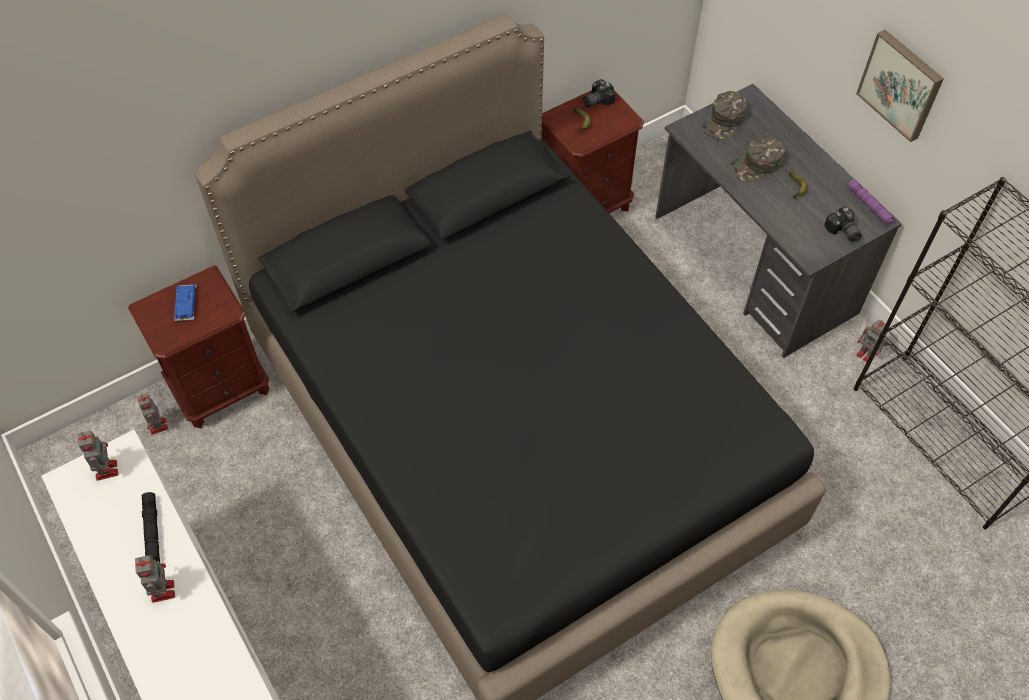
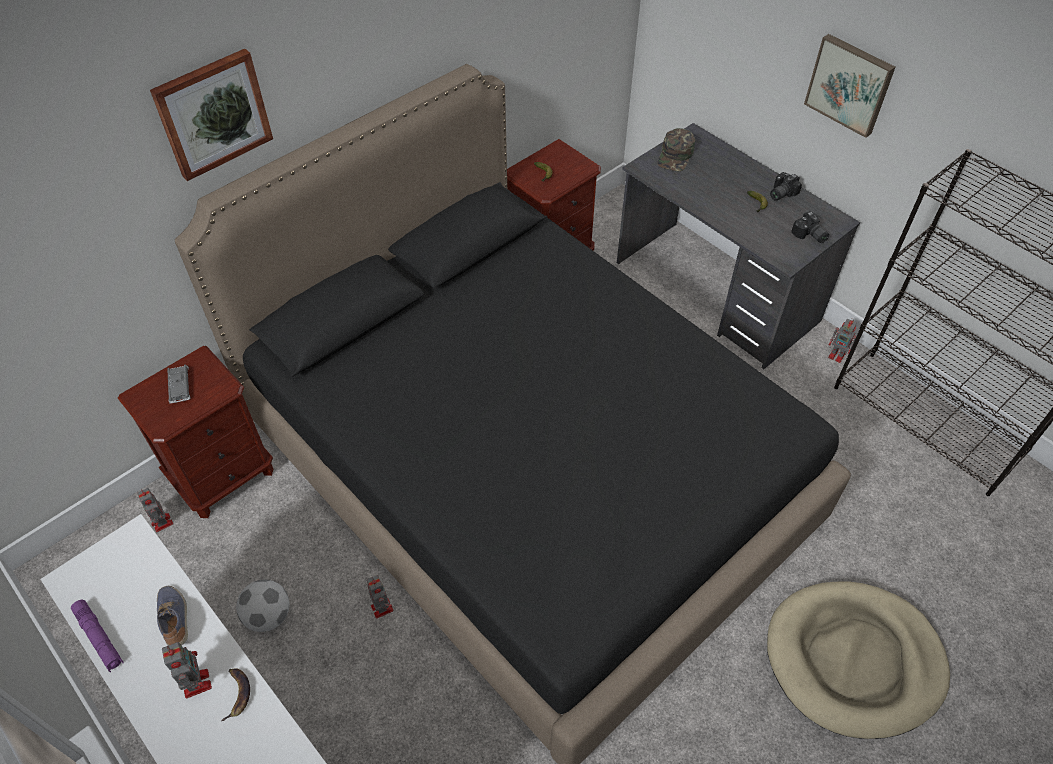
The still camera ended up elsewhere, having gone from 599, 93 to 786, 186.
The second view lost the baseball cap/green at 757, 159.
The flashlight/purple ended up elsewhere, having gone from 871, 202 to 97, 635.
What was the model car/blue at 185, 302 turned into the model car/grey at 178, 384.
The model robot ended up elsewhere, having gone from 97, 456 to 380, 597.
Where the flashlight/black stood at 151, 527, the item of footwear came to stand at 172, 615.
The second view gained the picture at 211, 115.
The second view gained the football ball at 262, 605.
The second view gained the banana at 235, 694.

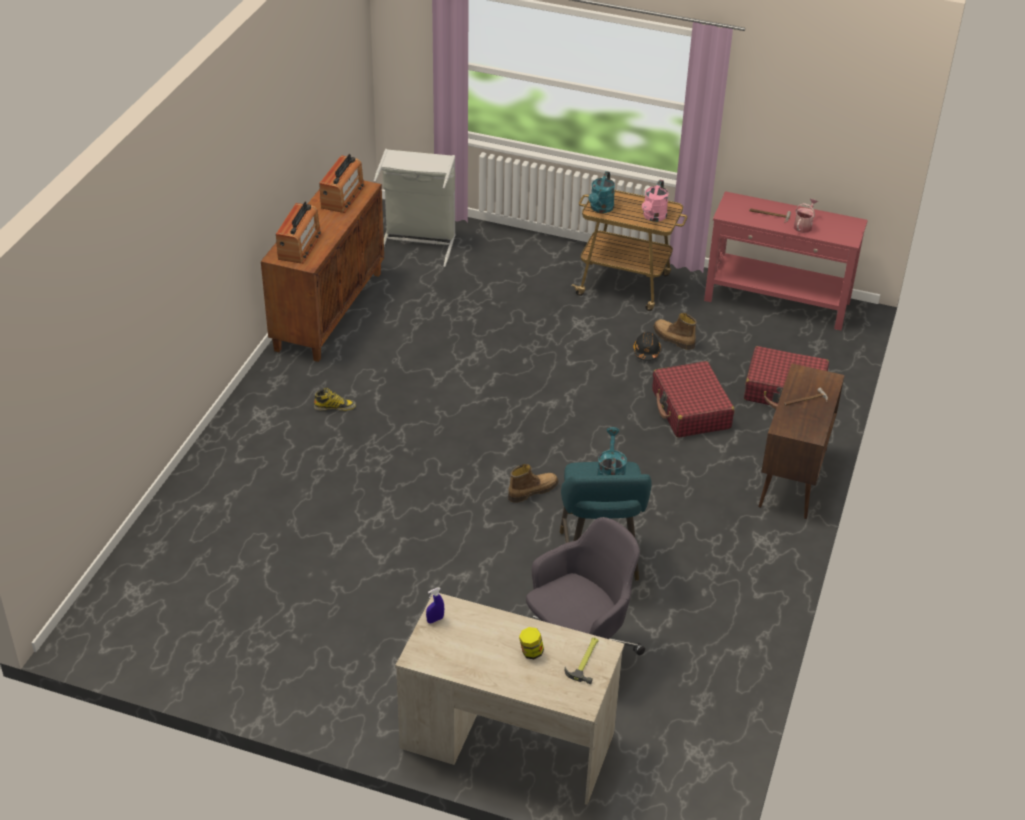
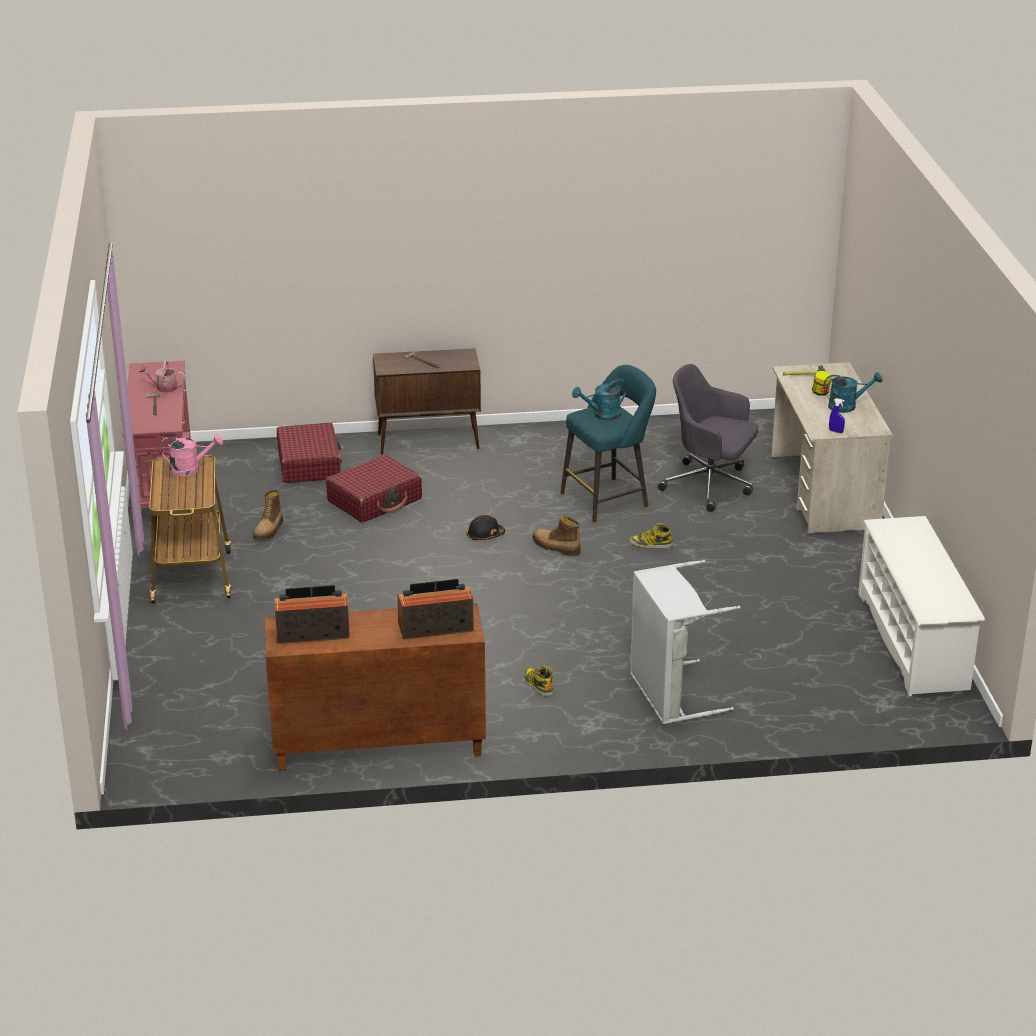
The laundry basket/grey ended up elsewhere, having gone from 414, 208 to 685, 642.
The watering pot/turquoise-coloured ended up elsewhere, having gone from 602, 192 to 853, 392.
The hard hat/black ended up elsewhere, having gone from 647, 346 to 486, 527.
The second view gained the shoe rack/white-coloured at 921, 606.
The second view gained the tall boot at 650, 535.

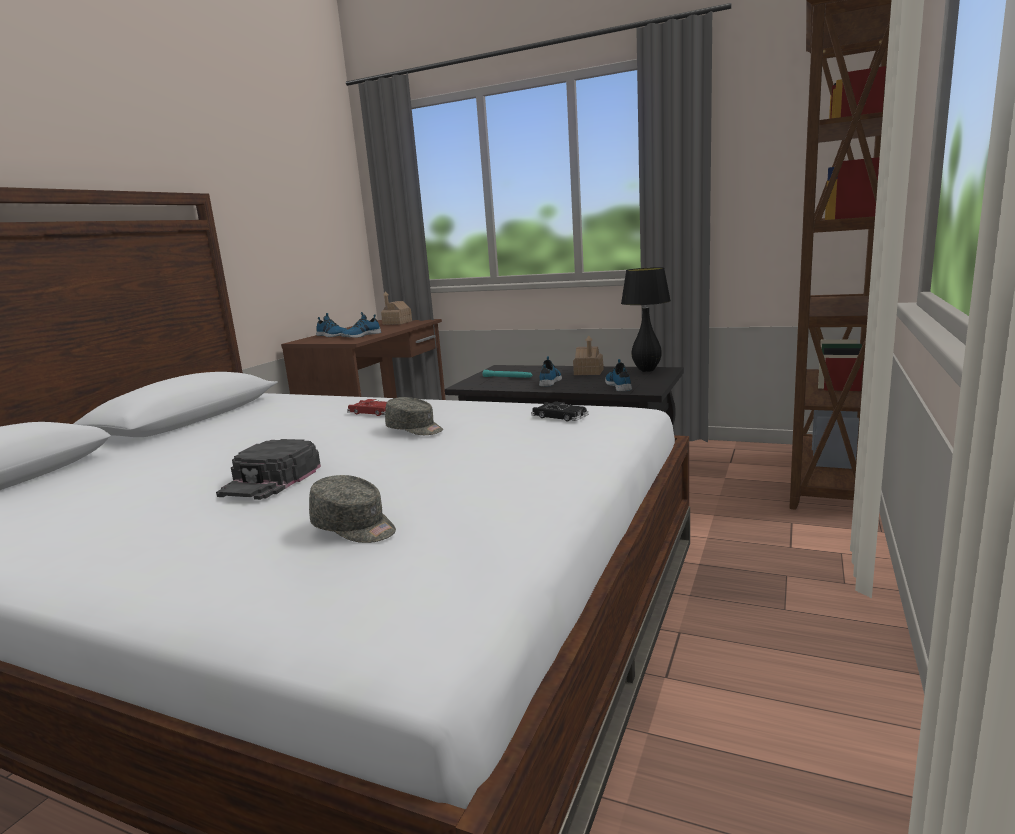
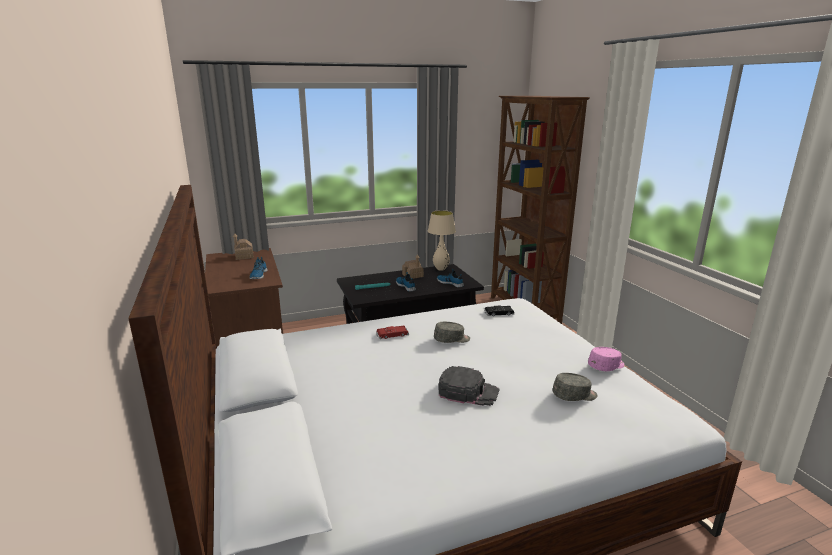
What was the lamp for a table/black at 646, 319 turned into the lamp for a table/beige at 442, 240.
The second view lost the item of footwear at 332, 325.
The baseball cap/black at 268, 469 ended up facing another way, 45 degrees counterclockwise from before.
The second view gained the baseball cap/pink at 606, 359.

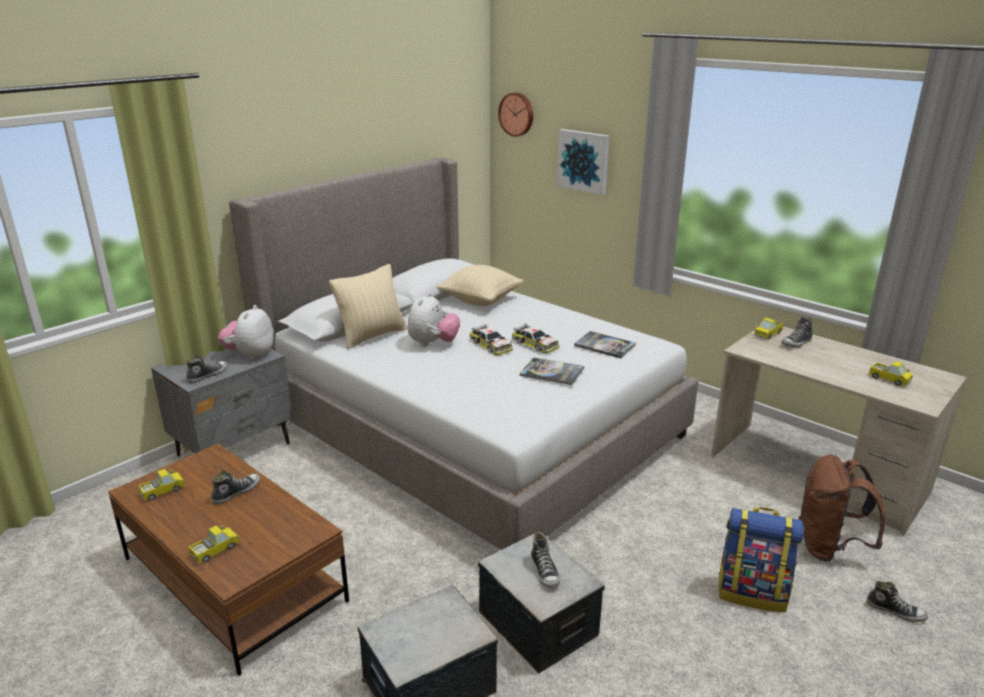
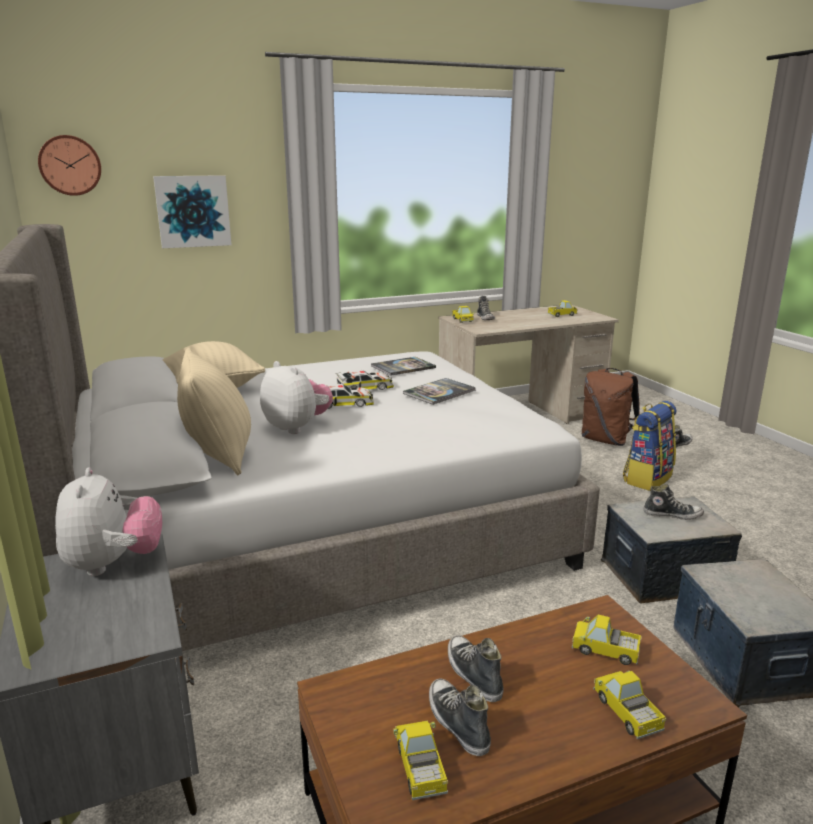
The soft toy at 246, 332 ended up facing another way, 135 degrees counterclockwise from before.
The item of footwear ended up elsewhere, having gone from 207, 368 to 460, 717.
The second view gained the toy truck at 607, 640.

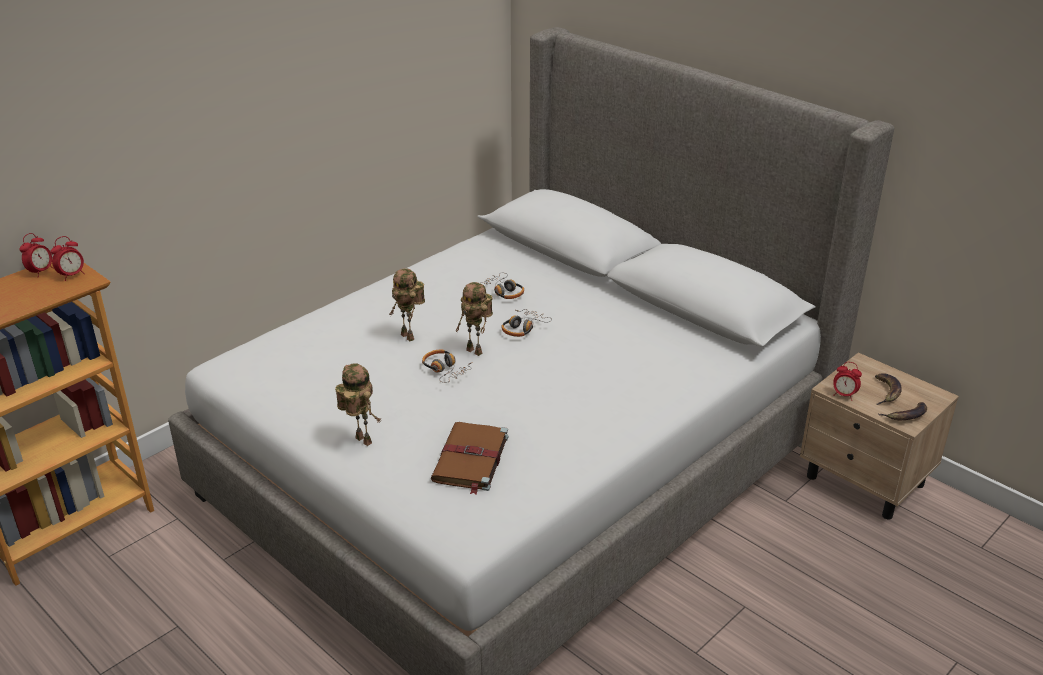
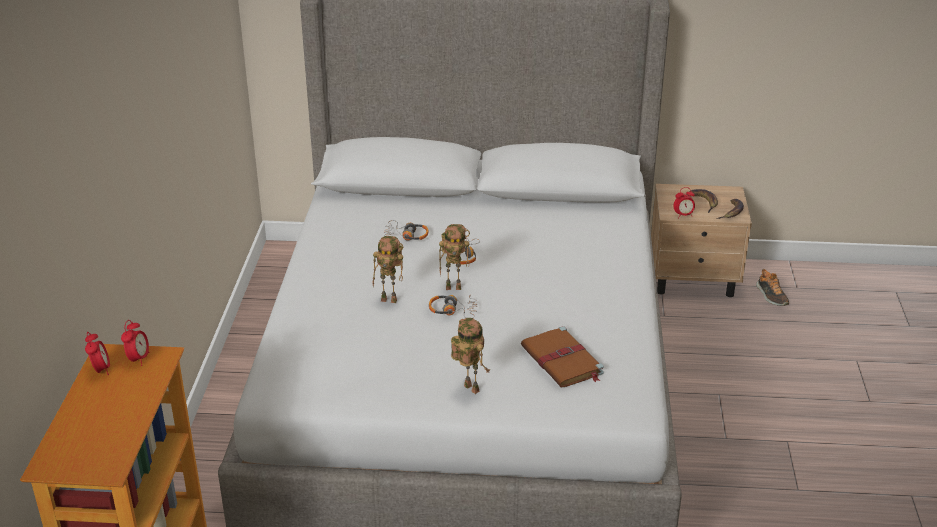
The model robot at 358, 404 ended up facing another way, 45 degrees clockwise from before.
The second view gained the item of footwear at 772, 287.

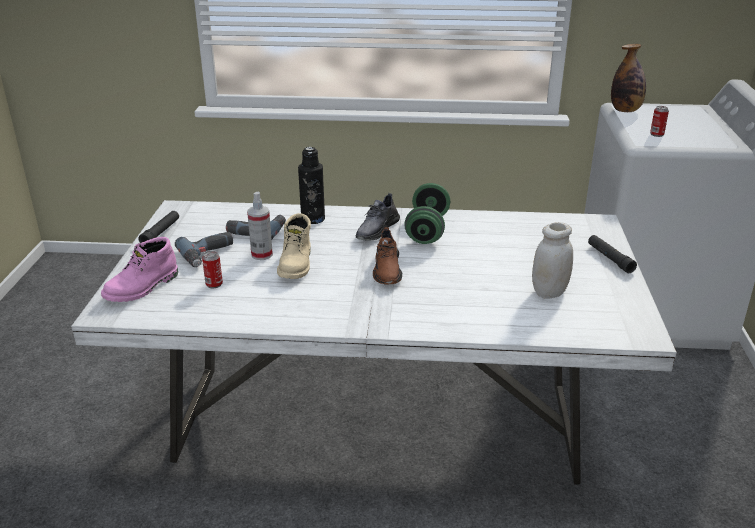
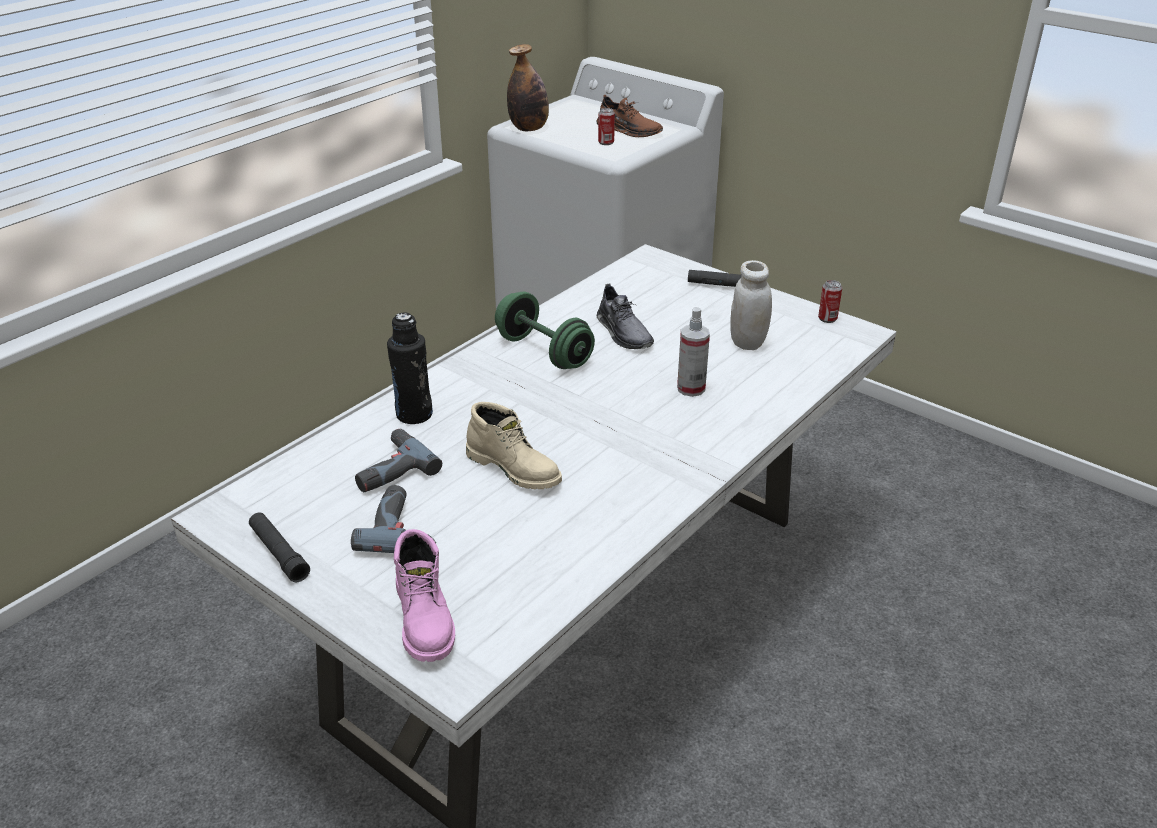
The spray bottle ended up elsewhere, having gone from 260, 226 to 693, 352.
The item of footwear/grey ended up elsewhere, having gone from 378, 216 to 625, 316.
The item of footwear/brown ended up elsewhere, having gone from 387, 256 to 630, 116.
The metal can ended up elsewhere, having gone from 212, 269 to 830, 301.

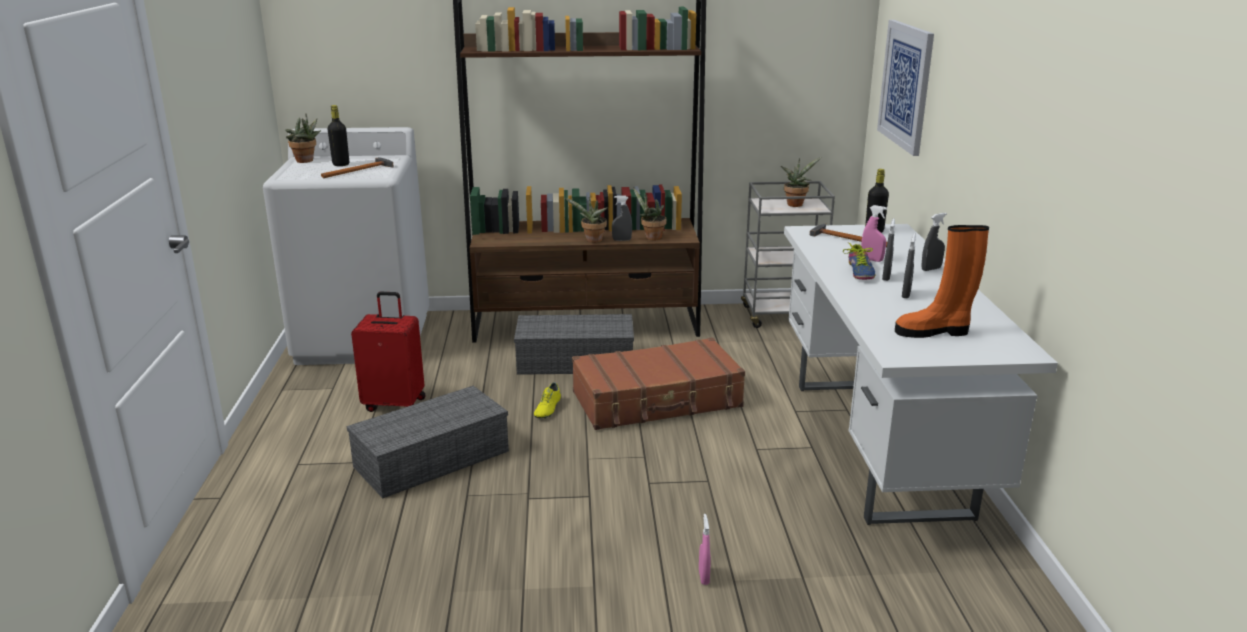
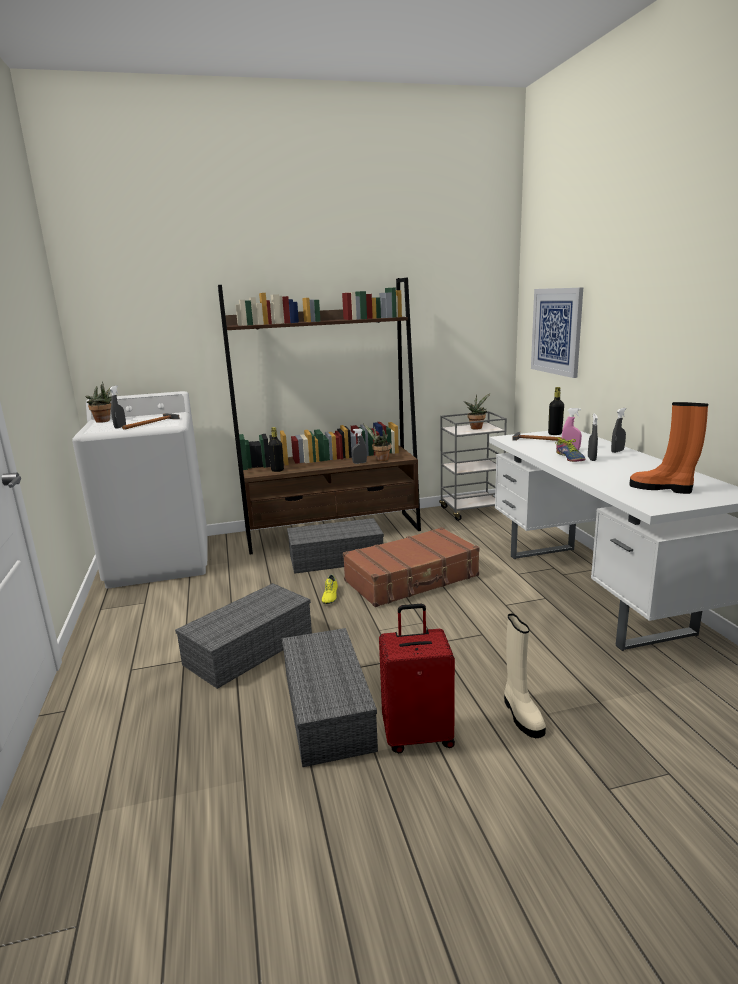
The beverage bottle/black ended up elsewhere, having gone from 338, 135 to 276, 449.
The second view lost the houseplant at 586, 220.
The tall boot/orange at 942, 281 ended up facing another way, 45 degrees clockwise from before.
The spray bottle/grey ended up elsewhere, having gone from 909, 265 to 117, 407.
The suitcase/reddish ended up elsewhere, having gone from 388, 352 to 417, 678.
Where the spray bottle/pink stood at 704, 549, the tall boot/beige came to stand at 525, 676.
The second view gained the storage container/grey at 330, 697.

